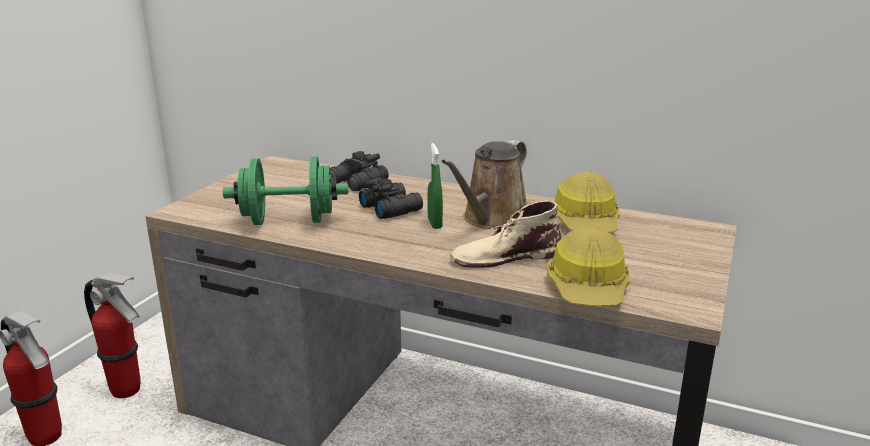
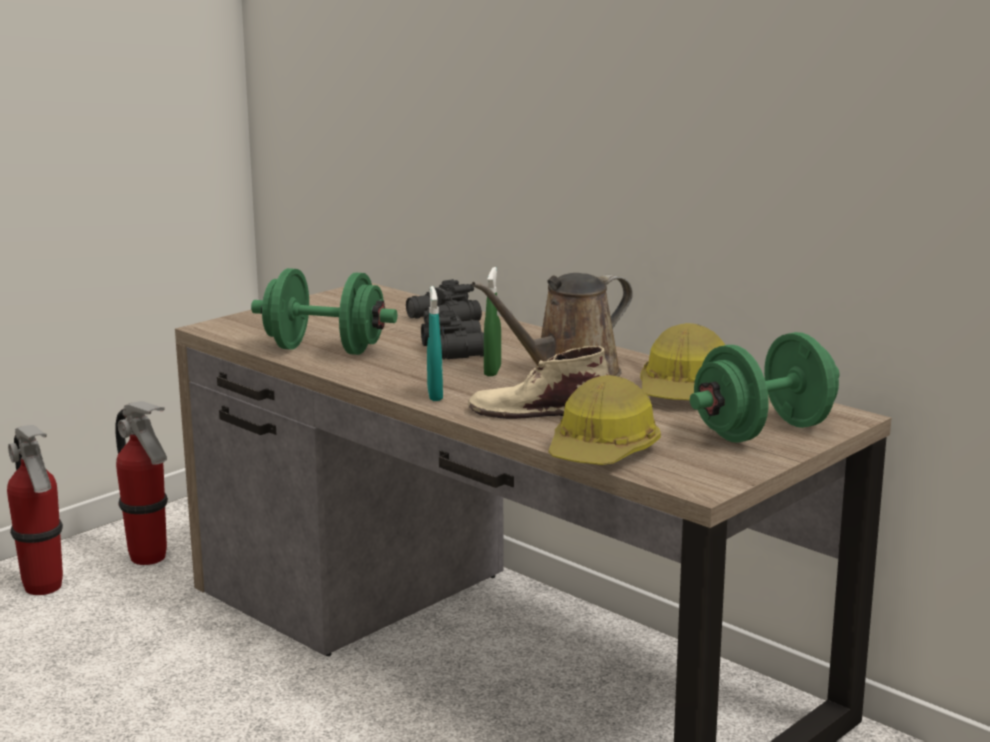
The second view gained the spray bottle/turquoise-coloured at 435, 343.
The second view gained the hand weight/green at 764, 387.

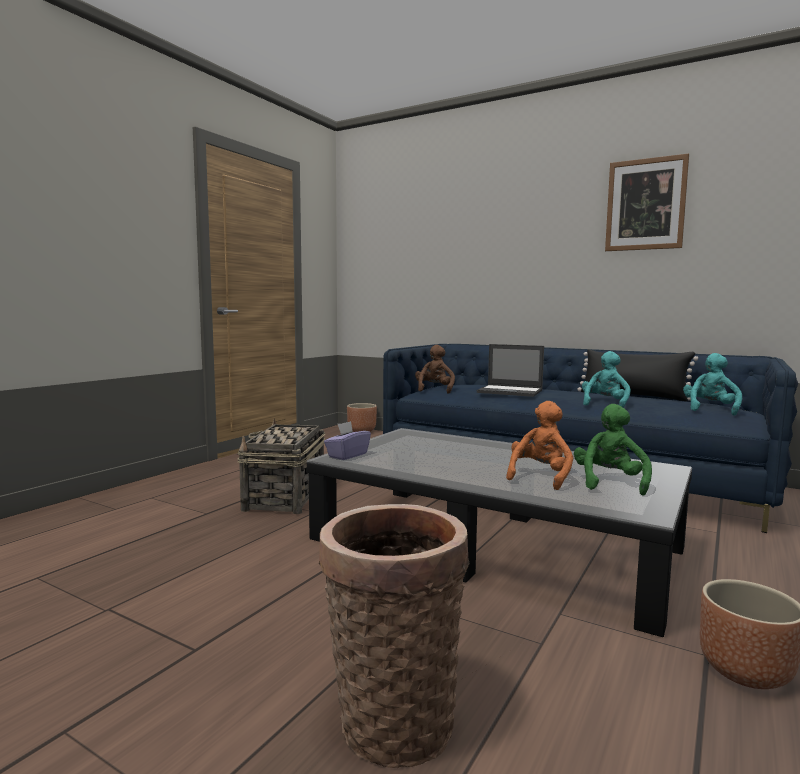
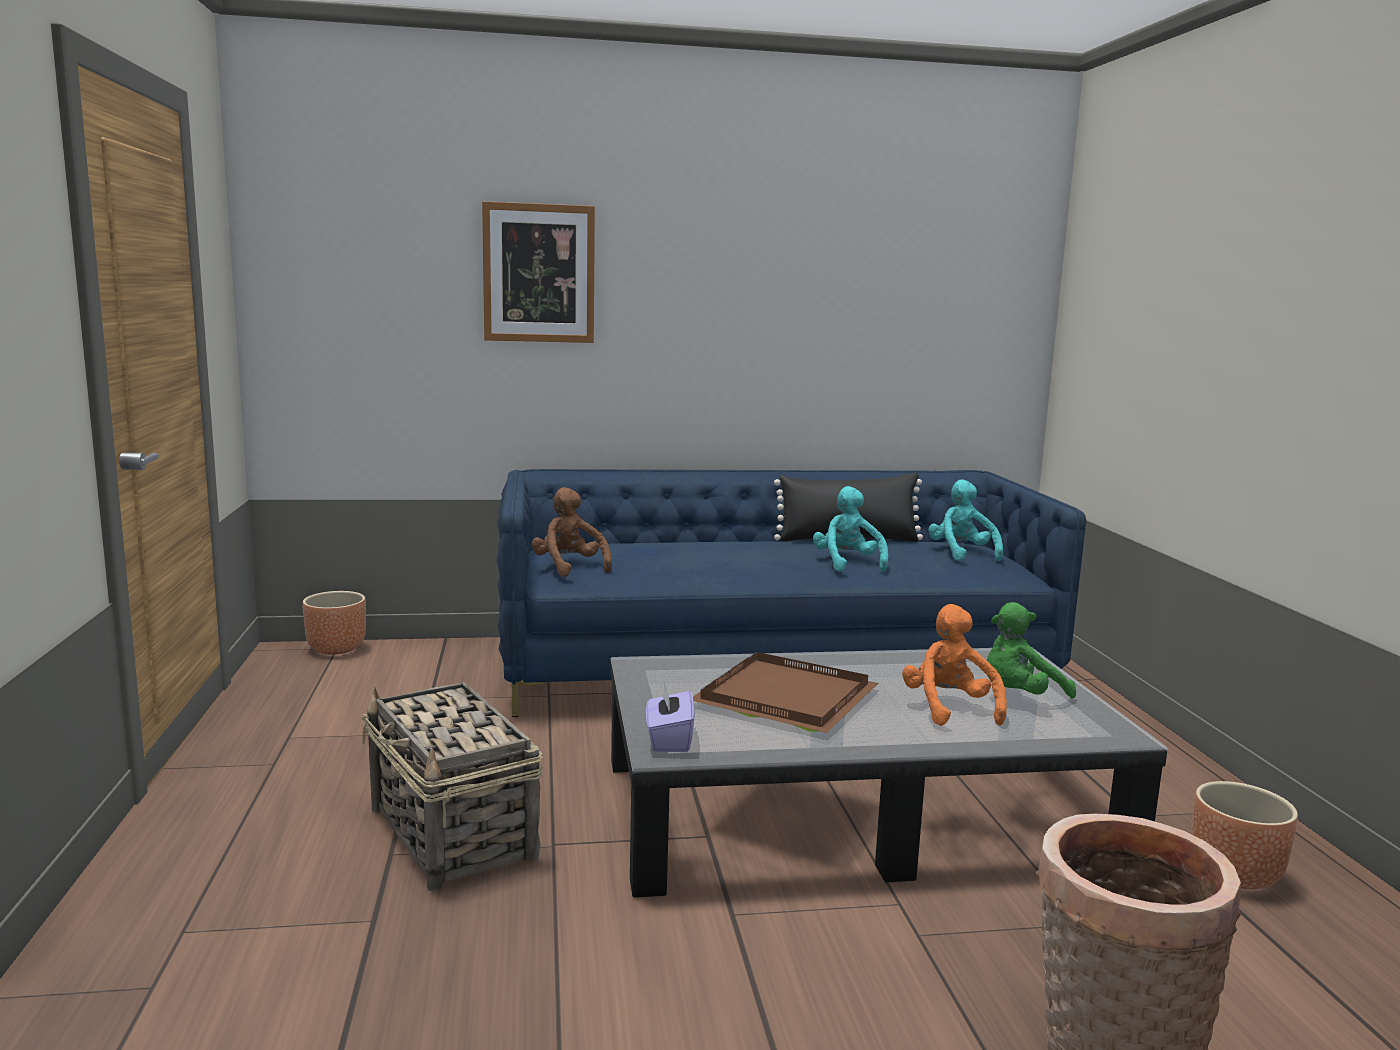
The picture ended up elsewhere, having gone from 647, 202 to 538, 272.
The second view lost the notebook computer at 510, 370.
The soft toy/green at 613, 450 ended up facing another way, 90 degrees counterclockwise from before.
The second view gained the tray/brown at 785, 692.

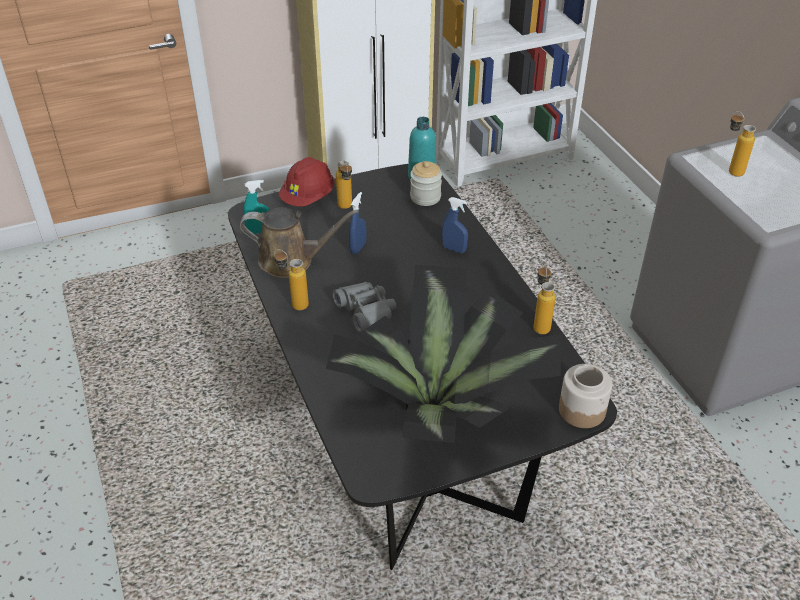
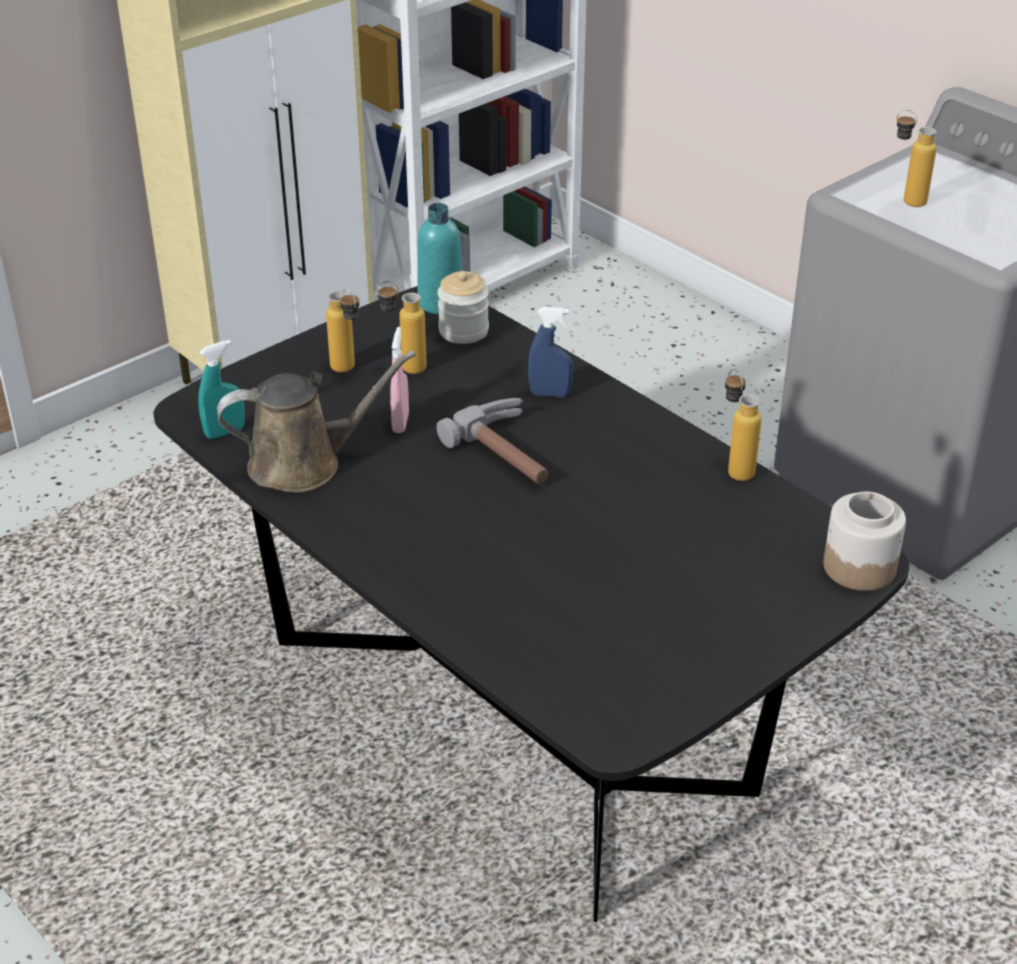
The second view lost the hard hat/reddish at 307, 182.
What was the spray bottle/blue at 357, 223 turned into the spray bottle/pink at 399, 380.
The beverage bottle ended up elsewhere, having gone from 291, 279 to 401, 327.
The second view lost the houseplant at 443, 354.
The second view lost the binoculars/grey at 365, 307.
The second view gained the hammer at 492, 441.

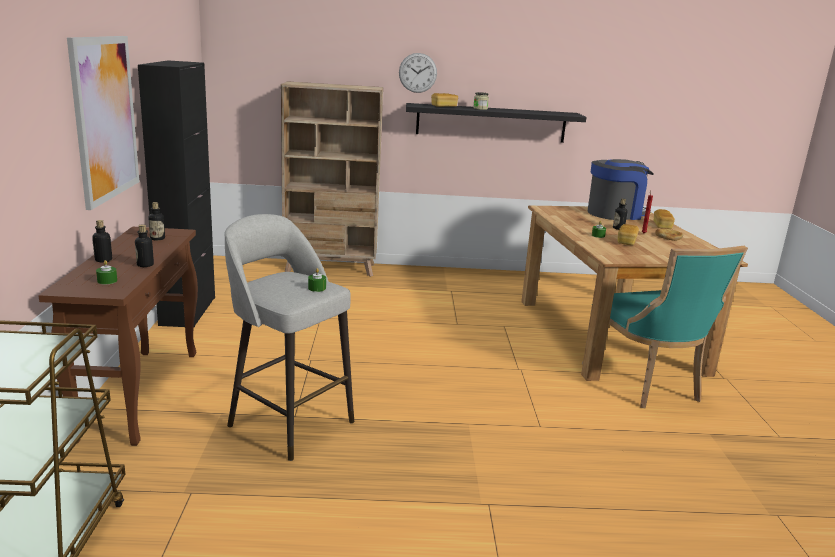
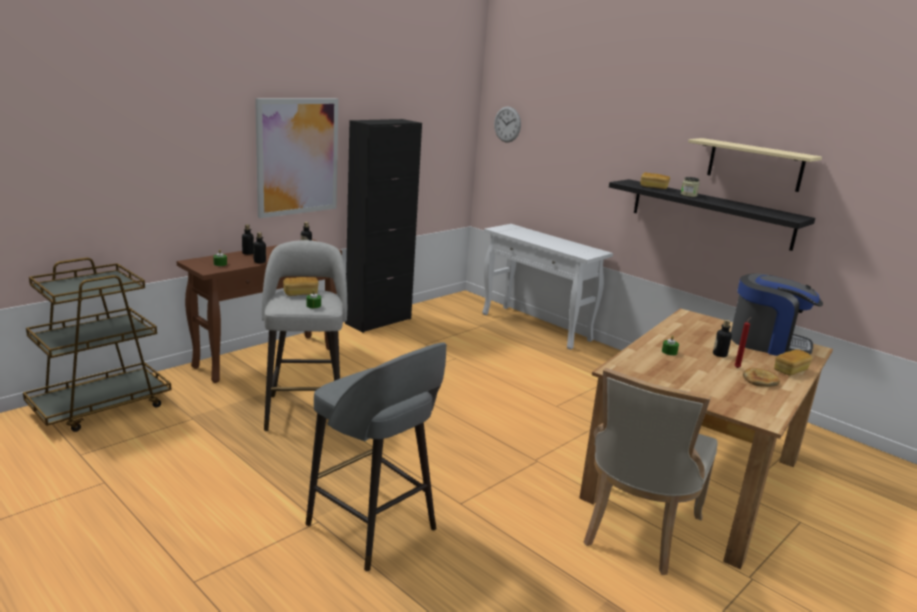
The clock on the wall ended up elsewhere, having gone from 418, 73 to 507, 124.
Where the shelving unit/beige stood at 332, 179, the hall table/white-coloured came to stand at 547, 287.
The baked bread ended up elsewhere, having gone from 628, 234 to 301, 286.
What was the upright chair/turquoise-coloured at 664, 327 turned into the upright chair/beige at 650, 471.
The second view gained the wall shelf/beige at 755, 165.
The second view gained the sitting stool/grey at 376, 457.

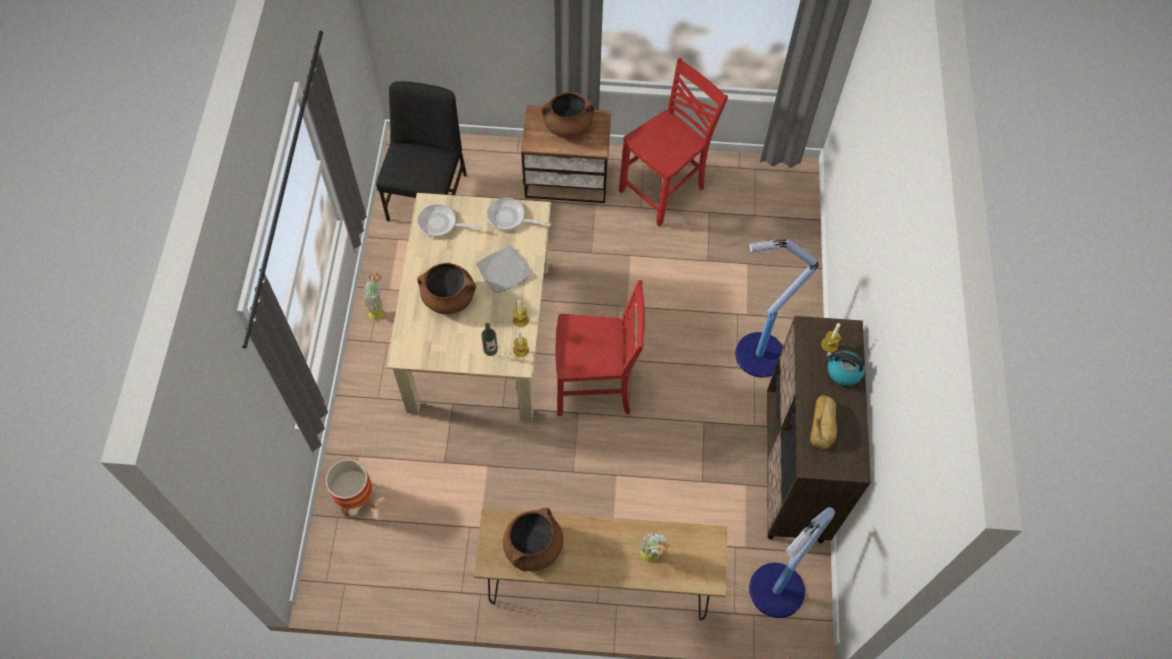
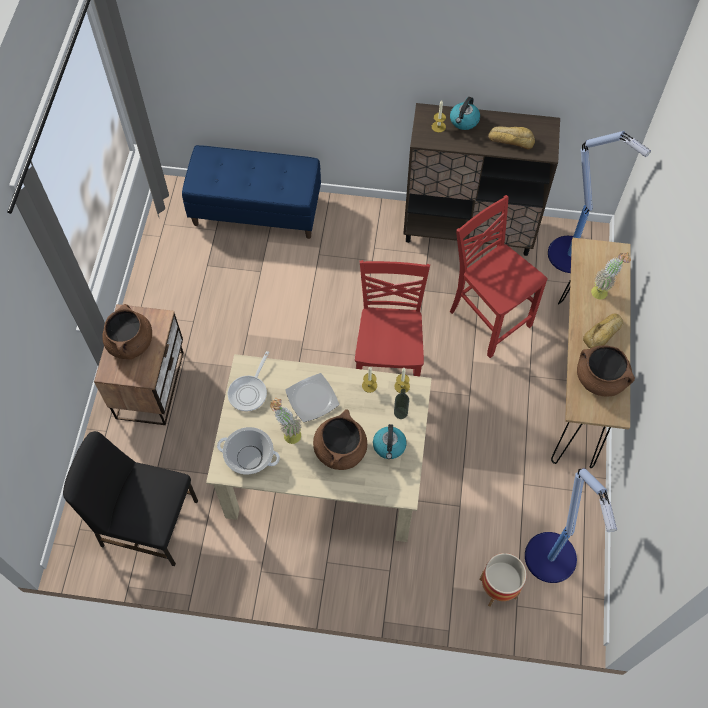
The upright chair/reddish ended up elsewhere, having gone from 673, 142 to 499, 276.
Where the frying pan stood at 450, 220, the cooking pot came to stand at 248, 450.
The standing lamp ended up elsewhere, having gone from 776, 307 to 571, 525.
The houseplant ended up elsewhere, having gone from 373, 296 to 286, 421.
The second view gained the bench/blue at 251, 192.
The second view gained the baked bread at 603, 331.
The second view gained the kettle at 390, 441.

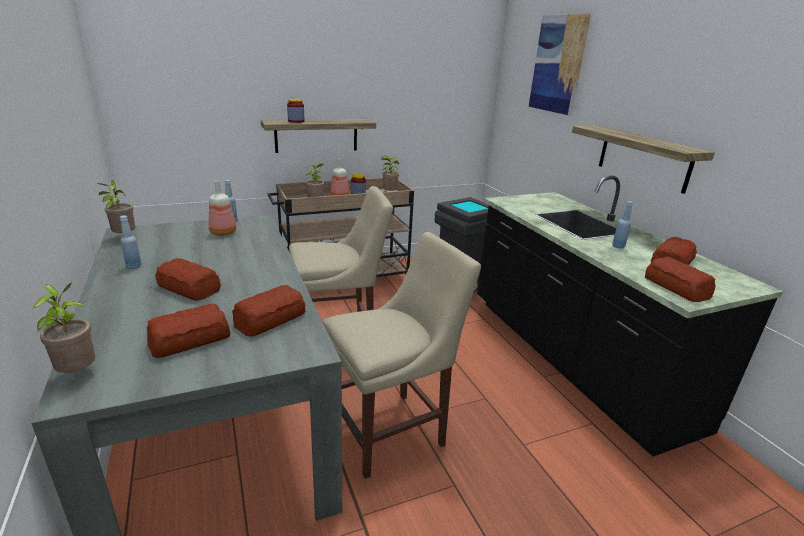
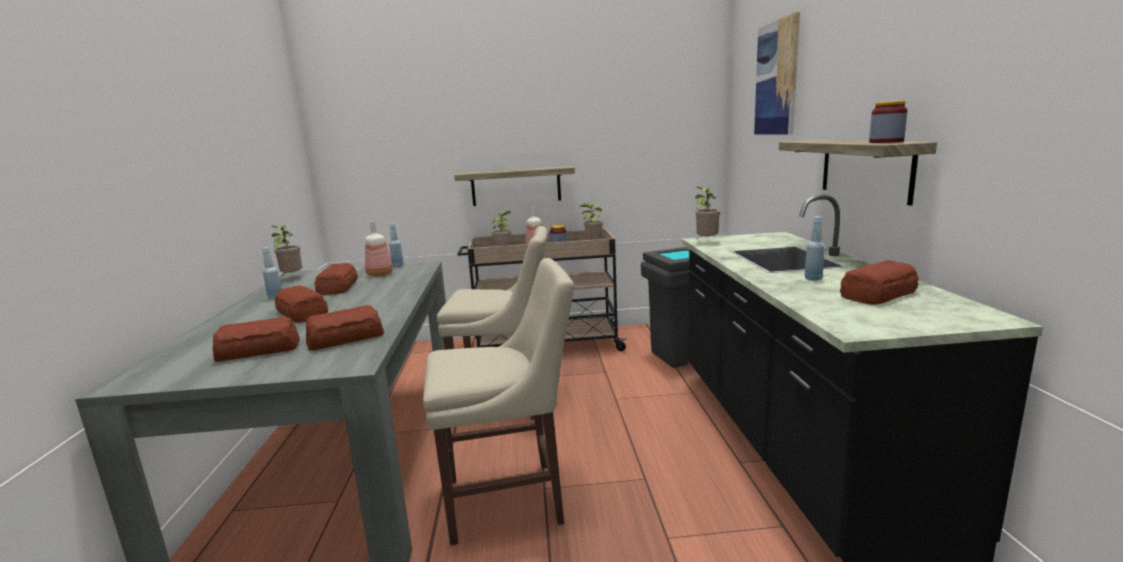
The jar ended up elsewhere, having gone from 295, 111 to 888, 121.
The baked bread ended up elsewhere, having gone from 680, 279 to 336, 279.
The houseplant ended up elsewhere, having gone from 64, 328 to 707, 213.

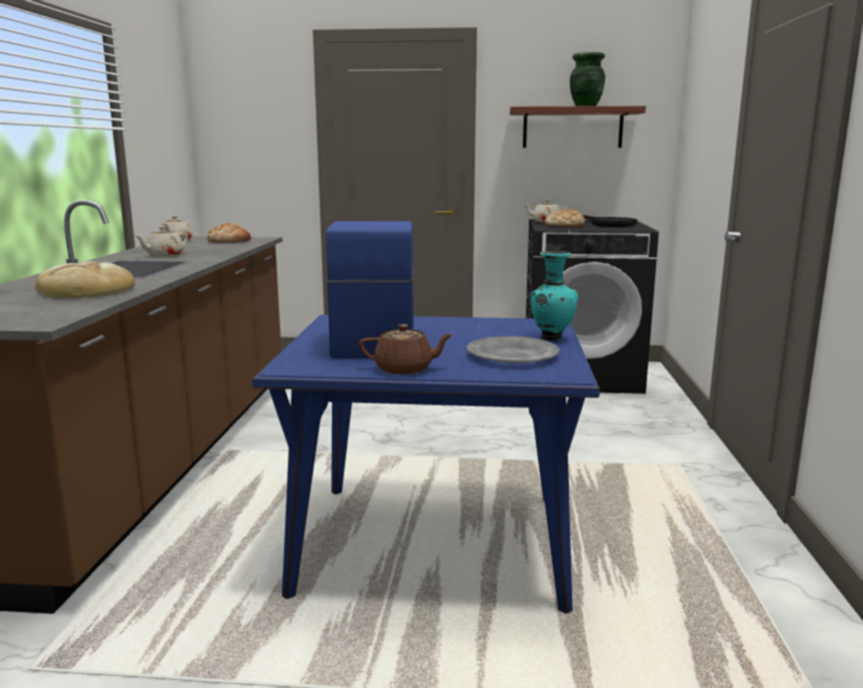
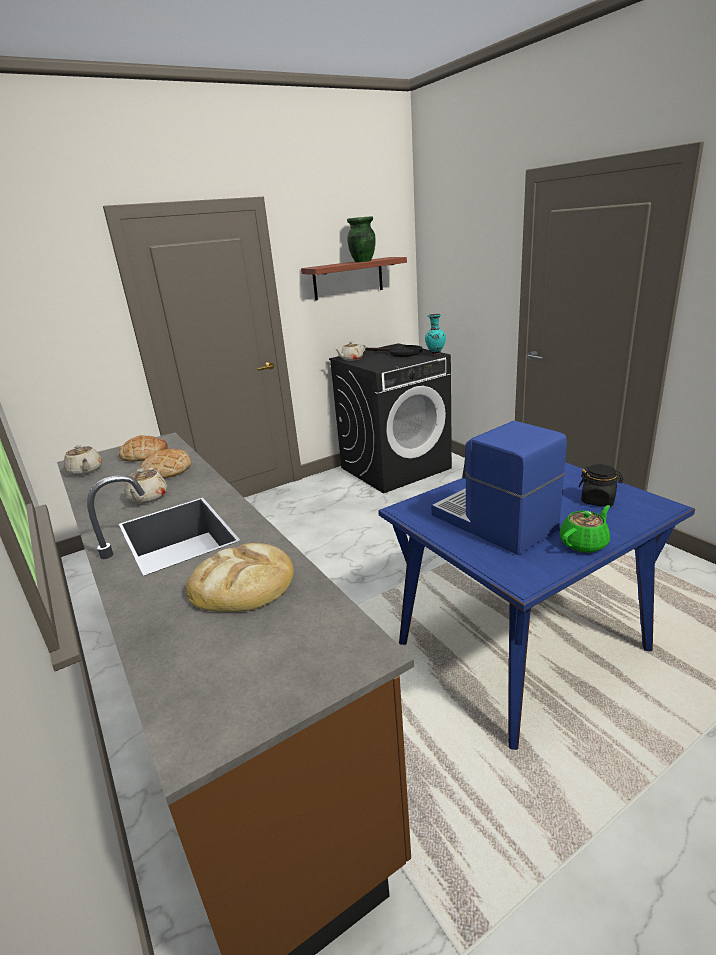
The baked bread ended up elsewhere, having gone from 565, 218 to 165, 463.
The decorative vase/turquoise-coloured ended up elsewhere, having gone from 554, 296 to 435, 335.
What was the pot for tea/brown at 406, 349 turned into the pot for tea/green at 585, 529.
Where the flat dish/grey stood at 513, 350, the jar/black came to stand at 601, 485.

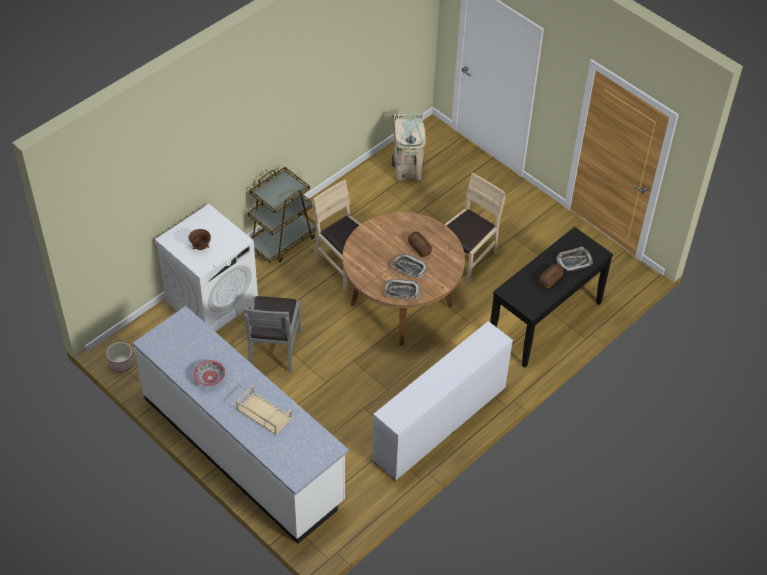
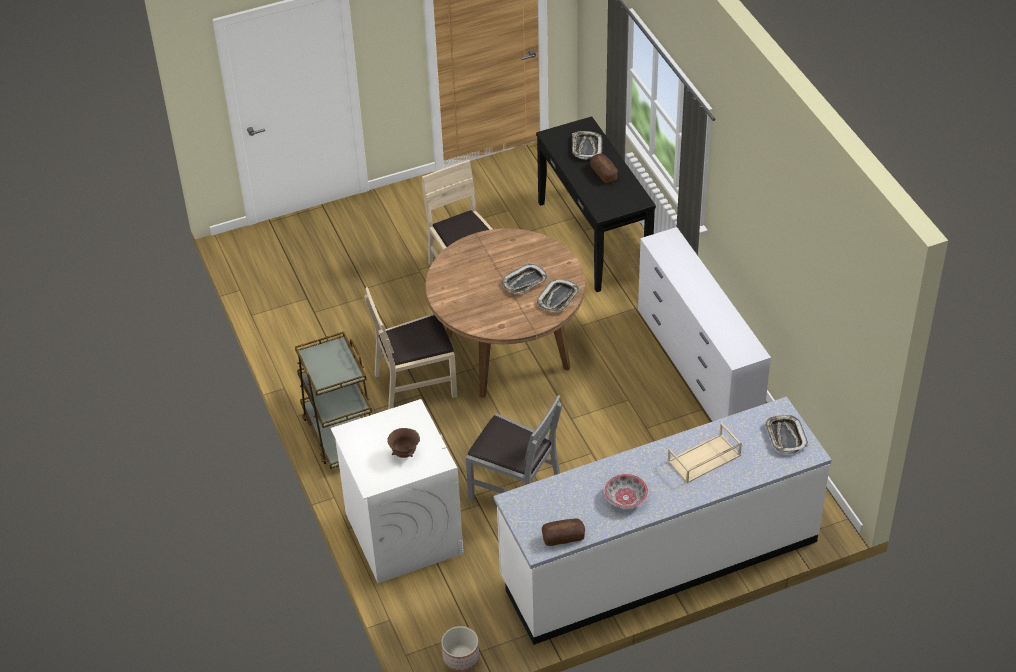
The second view lost the trash can/beige at 409, 147.
The baked bread ended up elsewhere, having gone from 420, 244 to 563, 532.
The second view gained the tray at 786, 434.

